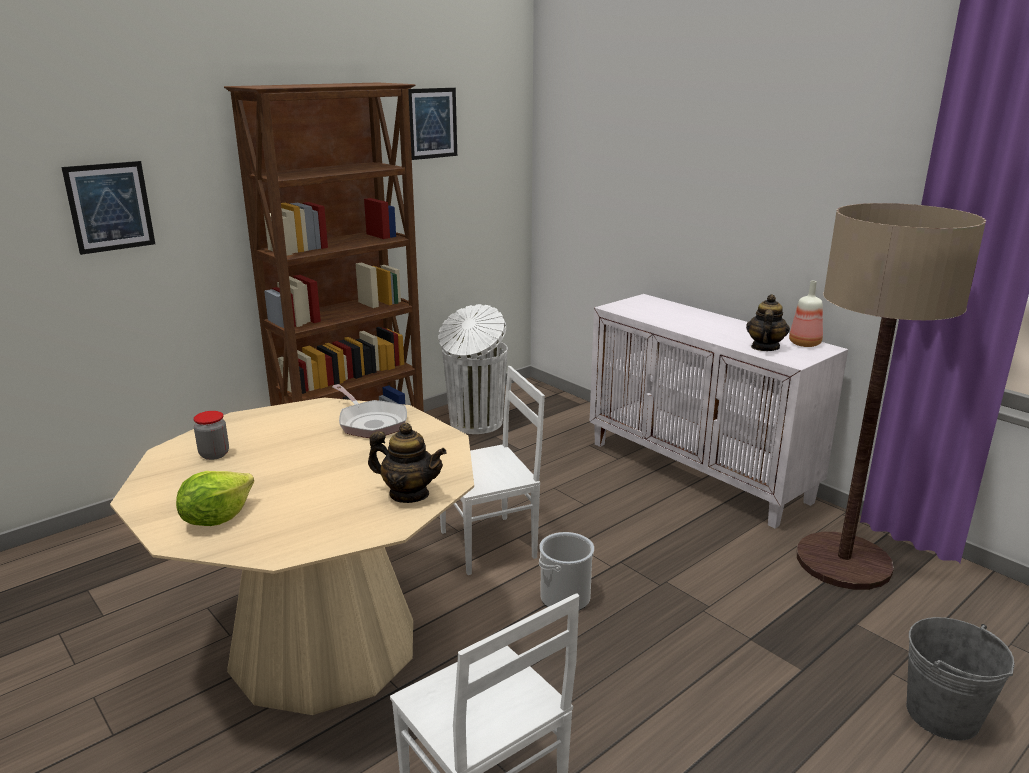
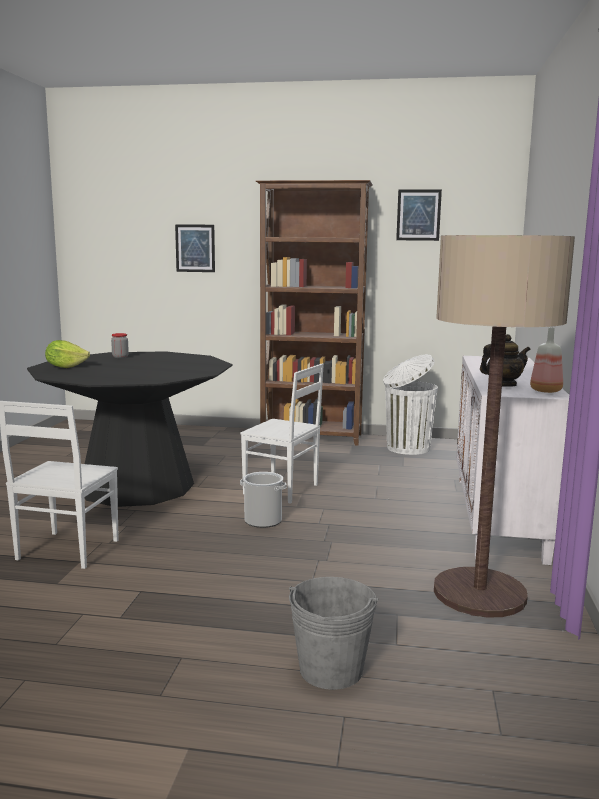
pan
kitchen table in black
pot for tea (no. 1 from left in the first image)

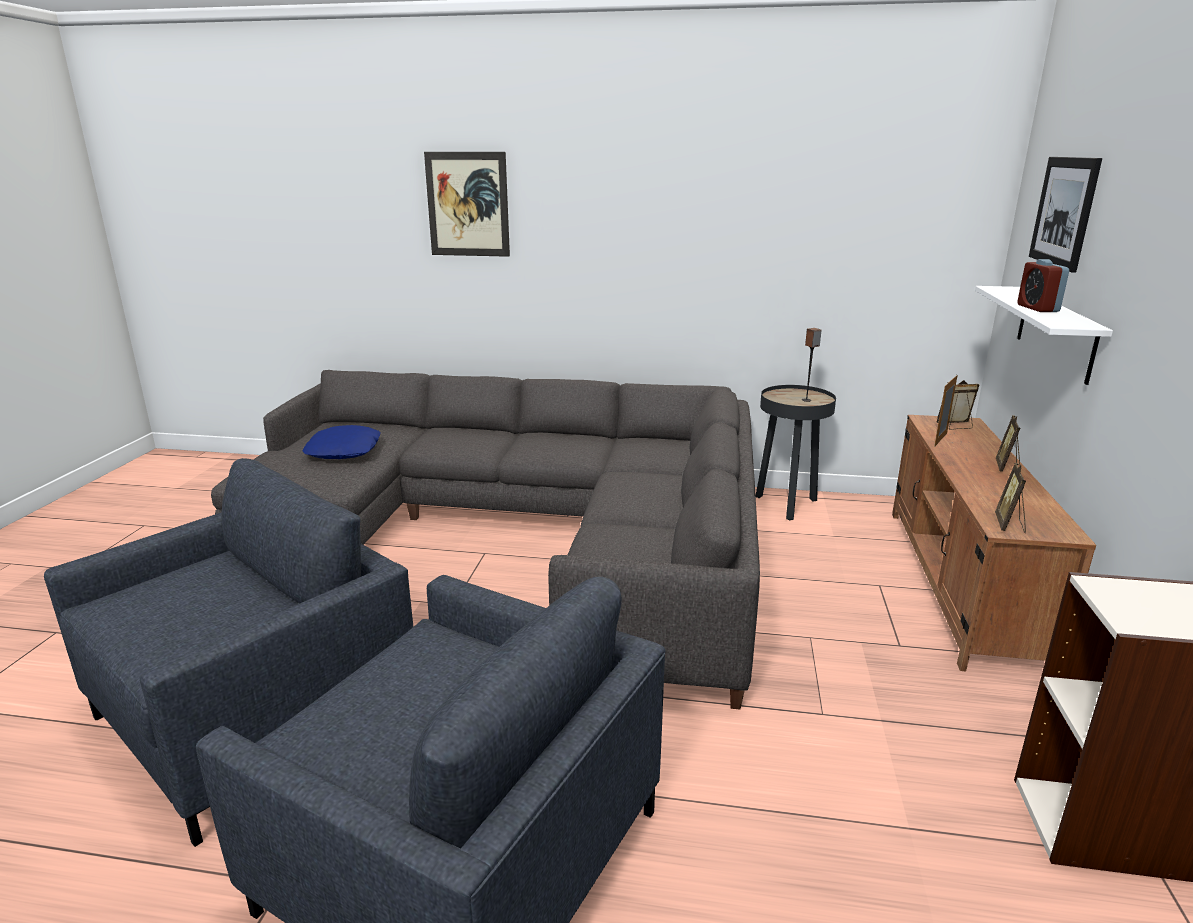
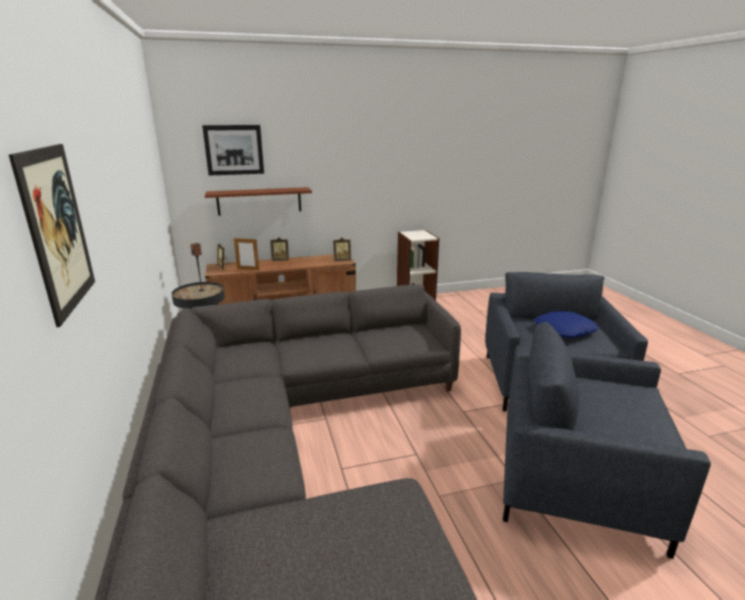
bedside clock
bracket shelf in brown-coloured
cushion in blue-coloured

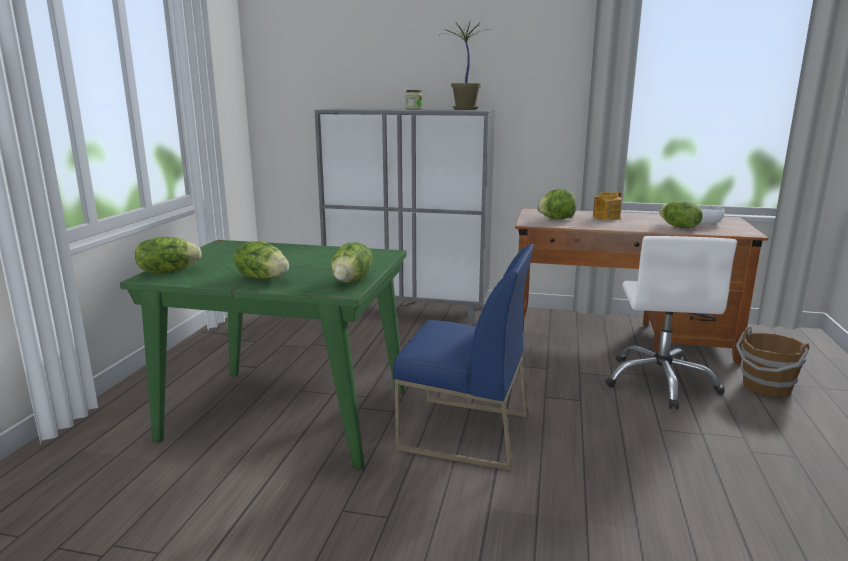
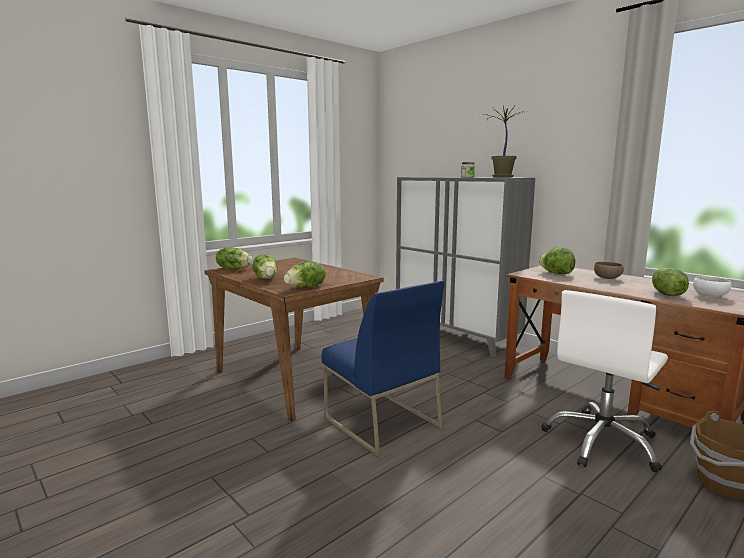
deep dish in brown-coloured
kitchen table in brown-coloured

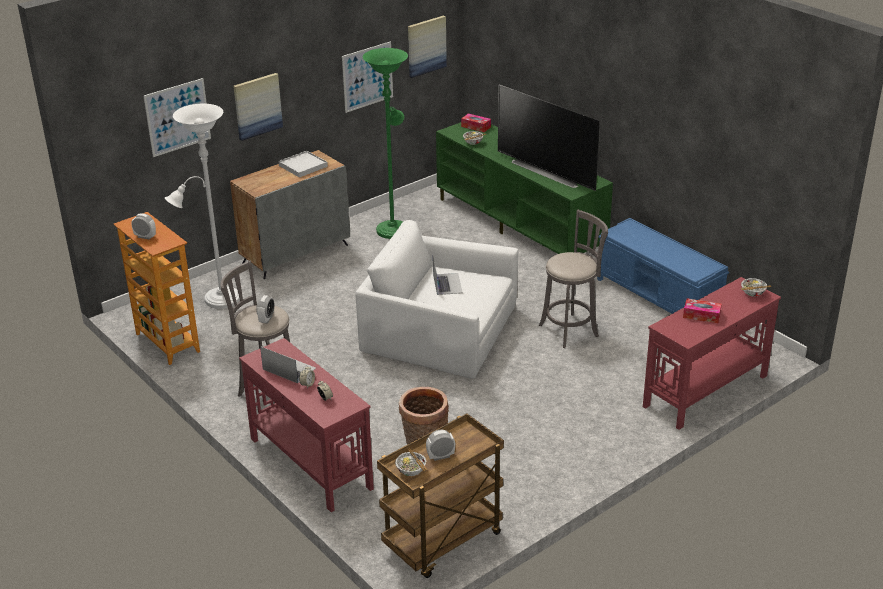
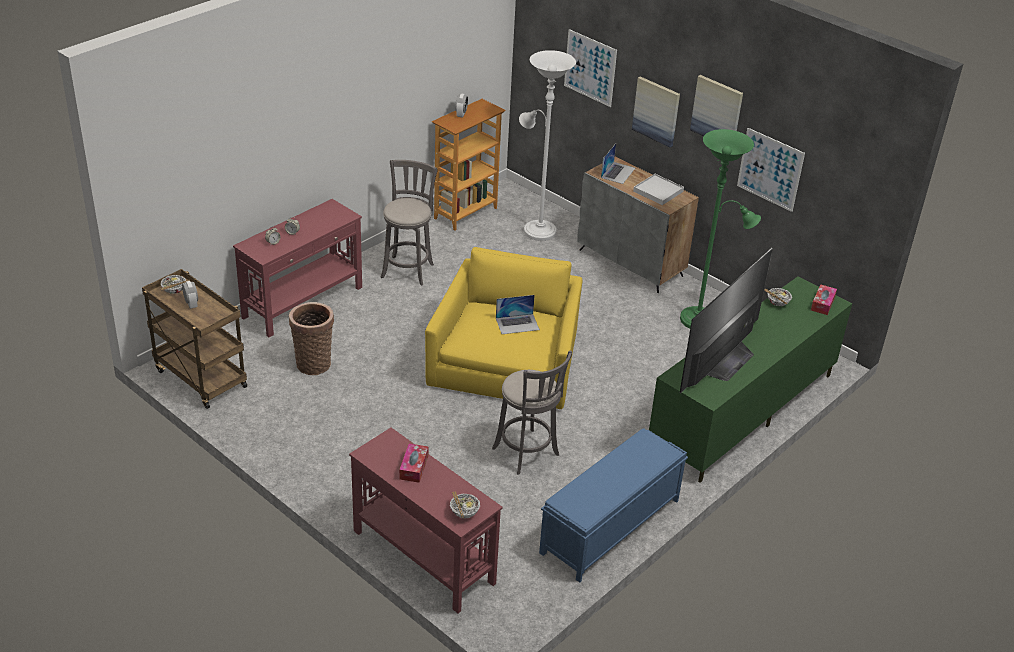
wall picture (no. 3 from left)
easy chair in yellow-coloured
bedside clock (no. 2 from left in the first image)
laptop (no. 2 from left)

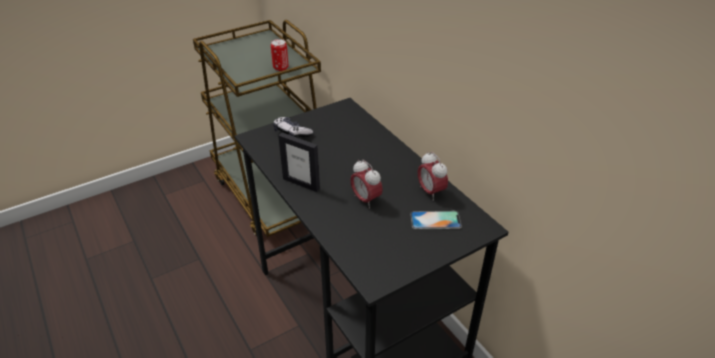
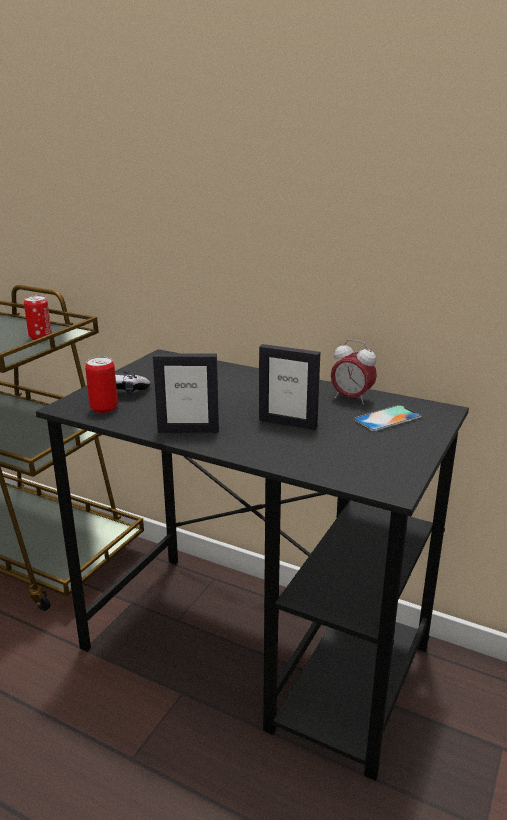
standing frame (no. 2 from left)
metal can (no. 2 from left)

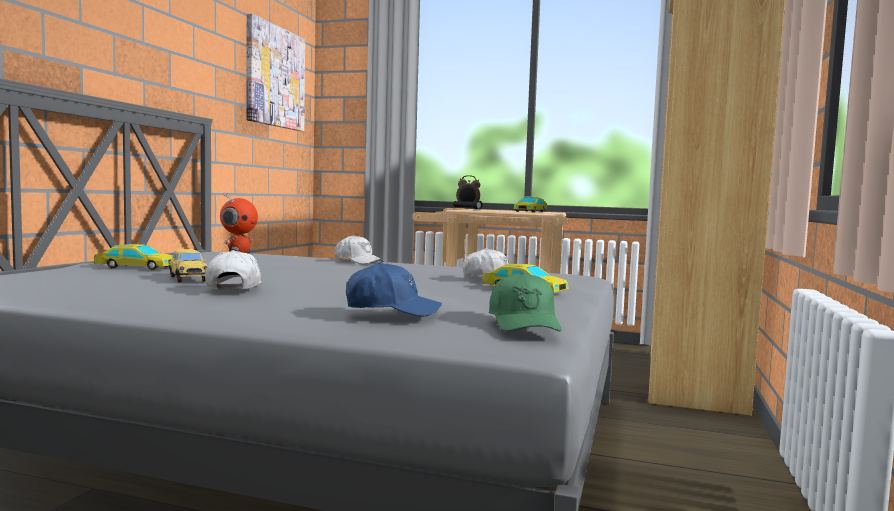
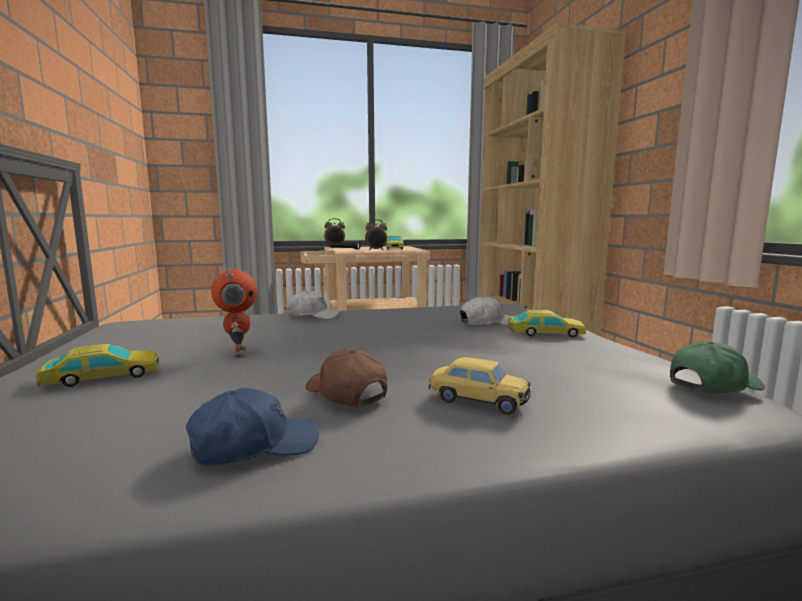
wall picture
miniature car (no. 3 from left)
baseball cap in brown-coloured
baseball cap in blue-coloured
baseball cap in green
bedside clock (no. 2 from left)

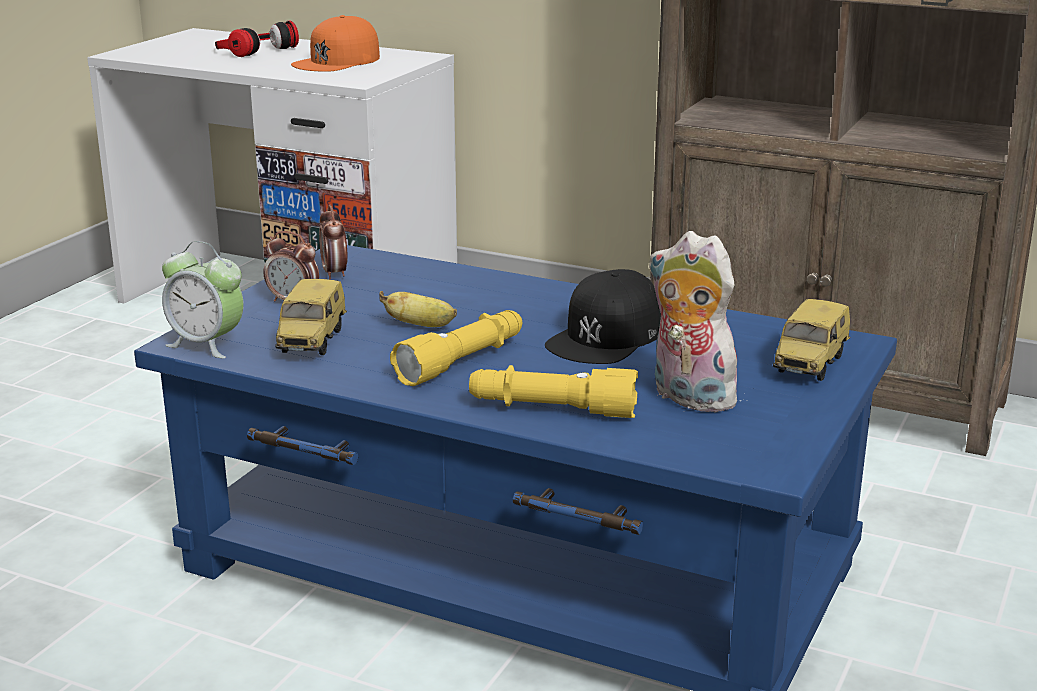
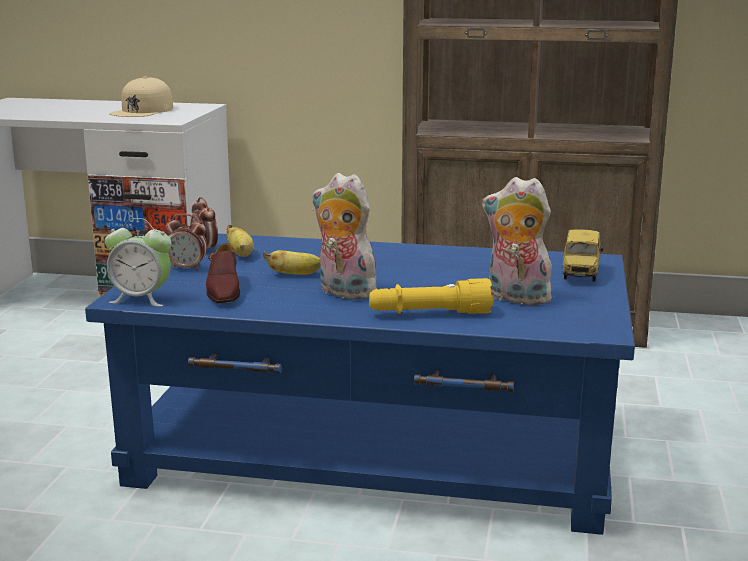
baseball cap in beige
headset
baseball cap in black
item of footwear in brown-coloured
cuddly toy (no. 1 from left)
banana fruit (no. 1 from left)

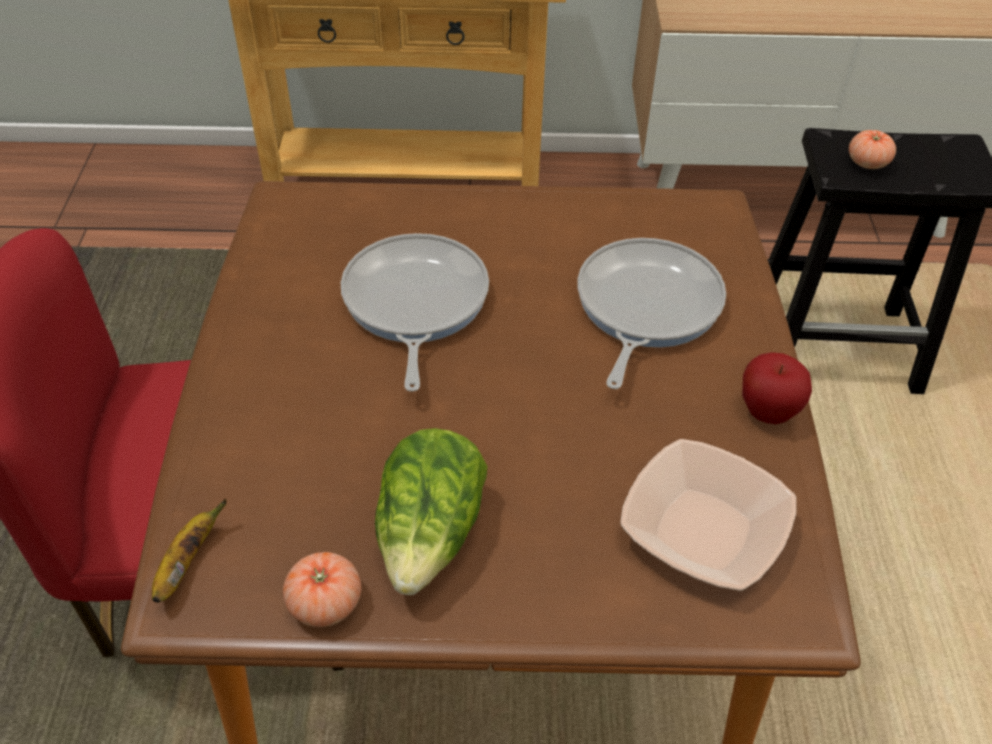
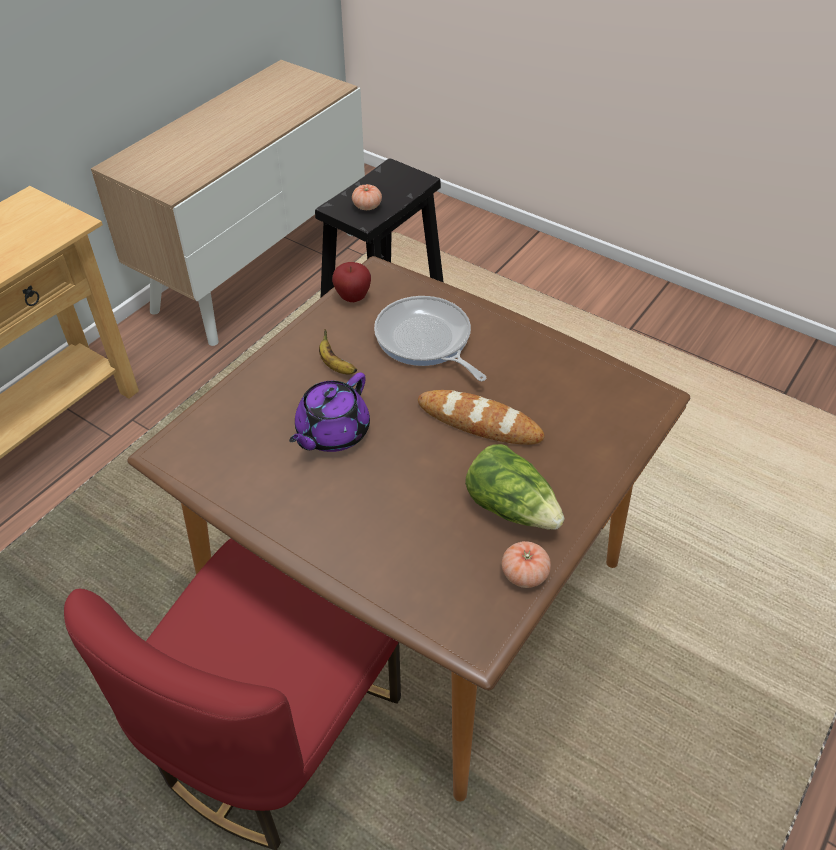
pot for tea in purple-coloured
whole apple
deep dish
banana fruit
bakery bread

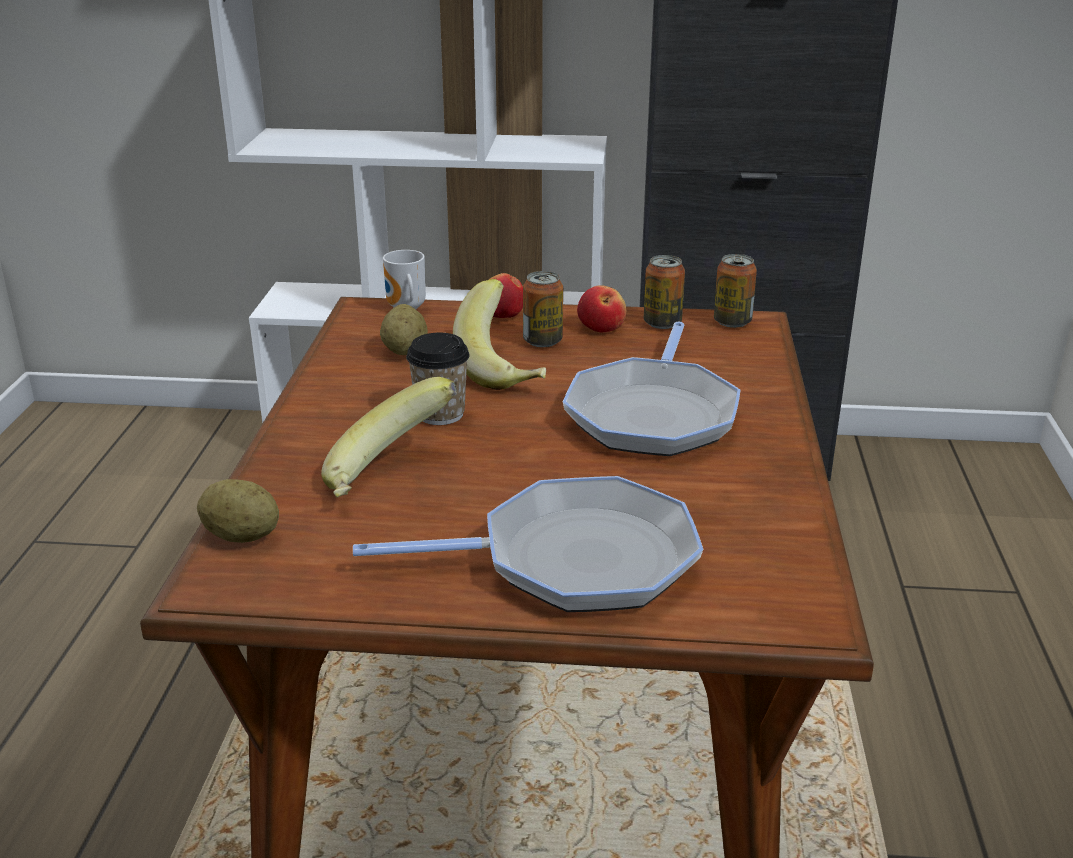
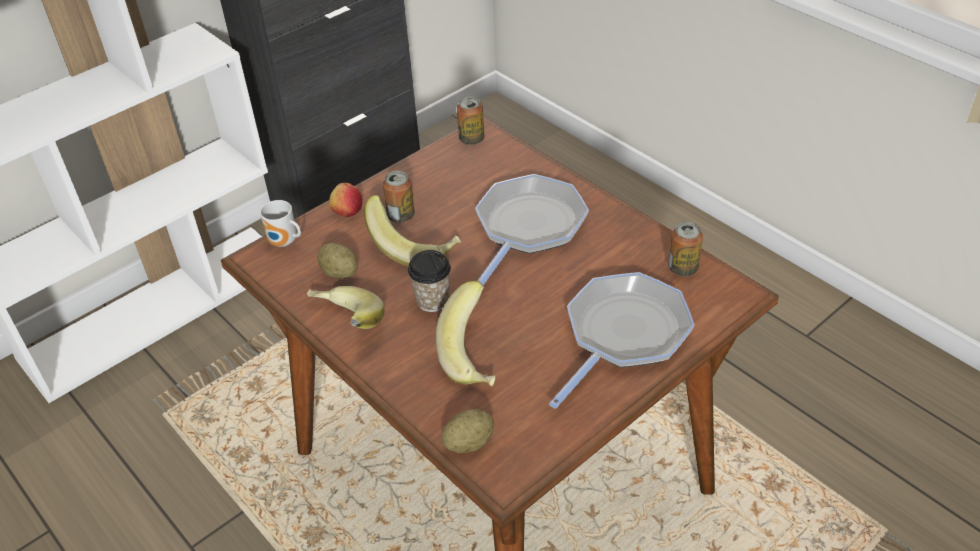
metal can (no. 3 from left)
whole apple (no. 2 from left in the first image)
pan (no. 1 from left)
banana fruit (no. 1 from left)

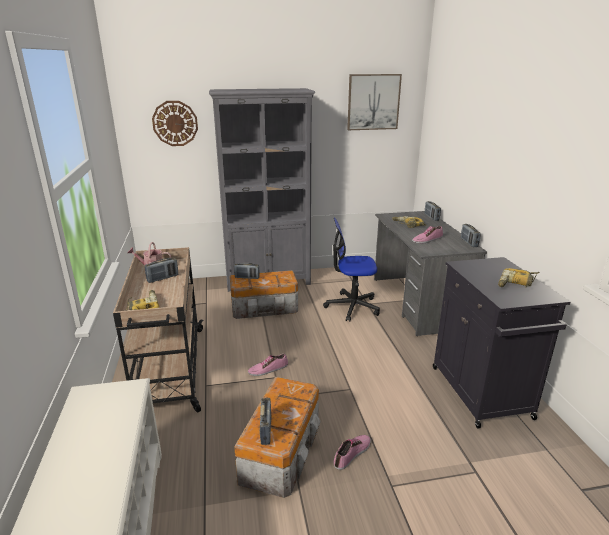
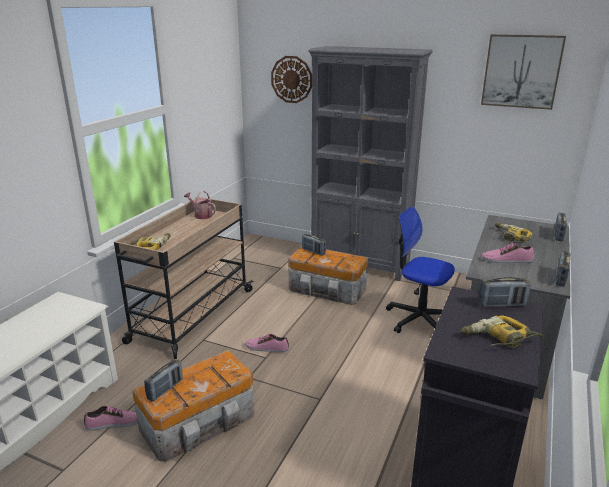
radio receiver (no. 3 from left)
item of footwear (no. 1 from left)

